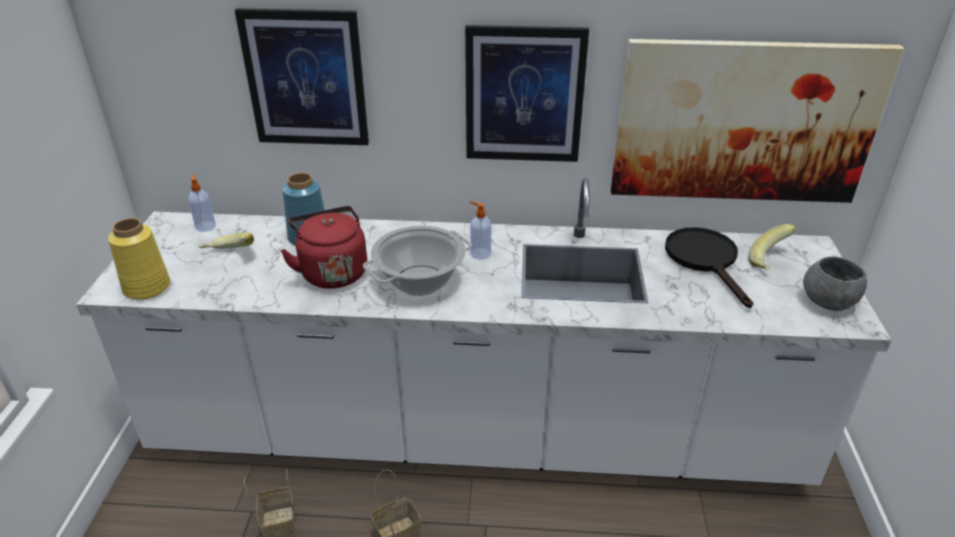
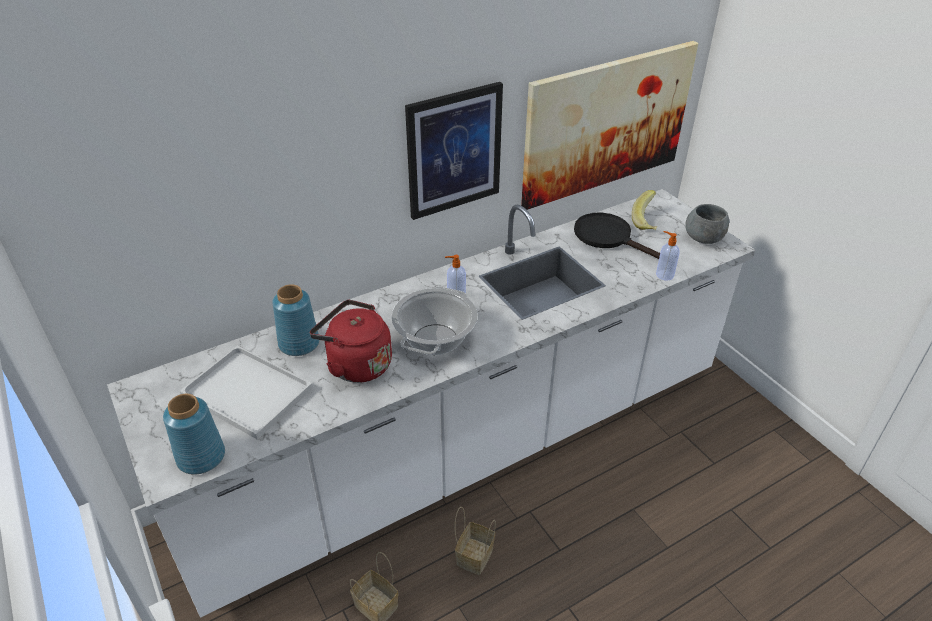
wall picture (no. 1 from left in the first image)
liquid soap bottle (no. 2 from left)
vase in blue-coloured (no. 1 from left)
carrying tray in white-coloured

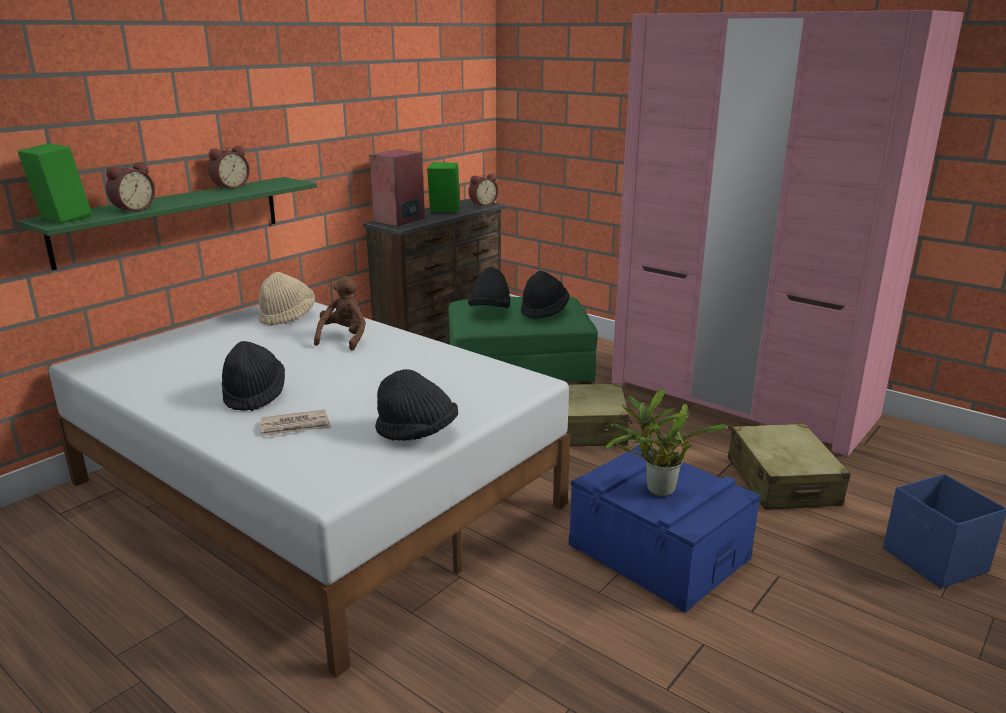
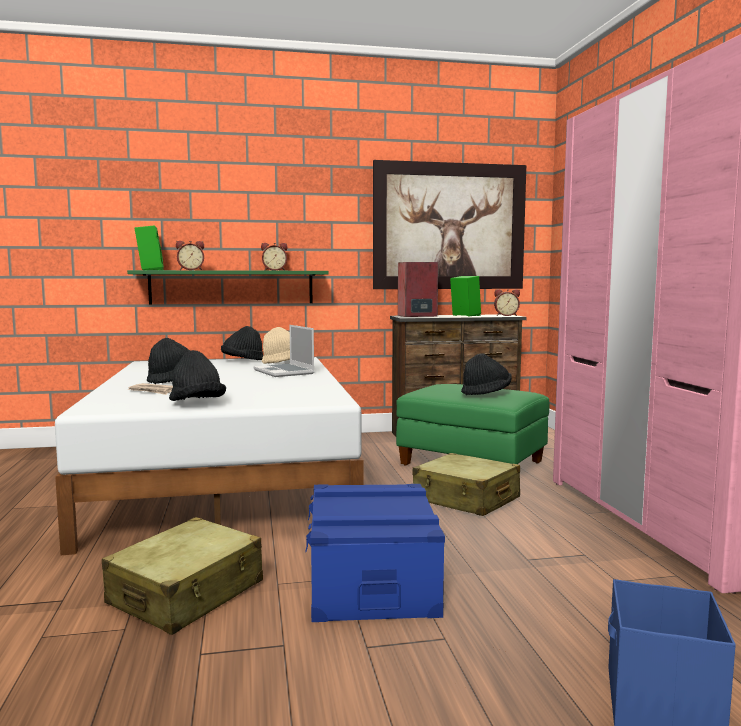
hat in black (no. 3 from left)
laptop
potted plant
suitcase in beige (no. 1 from left)
wall picture

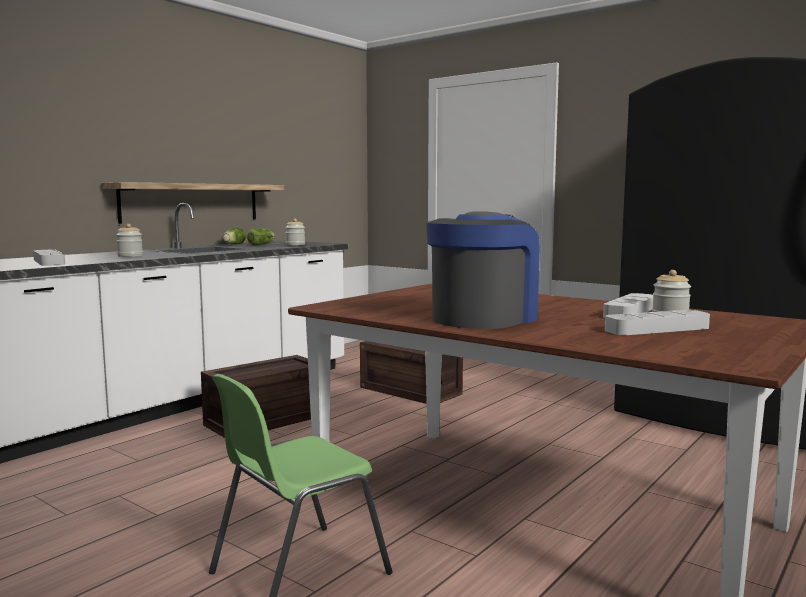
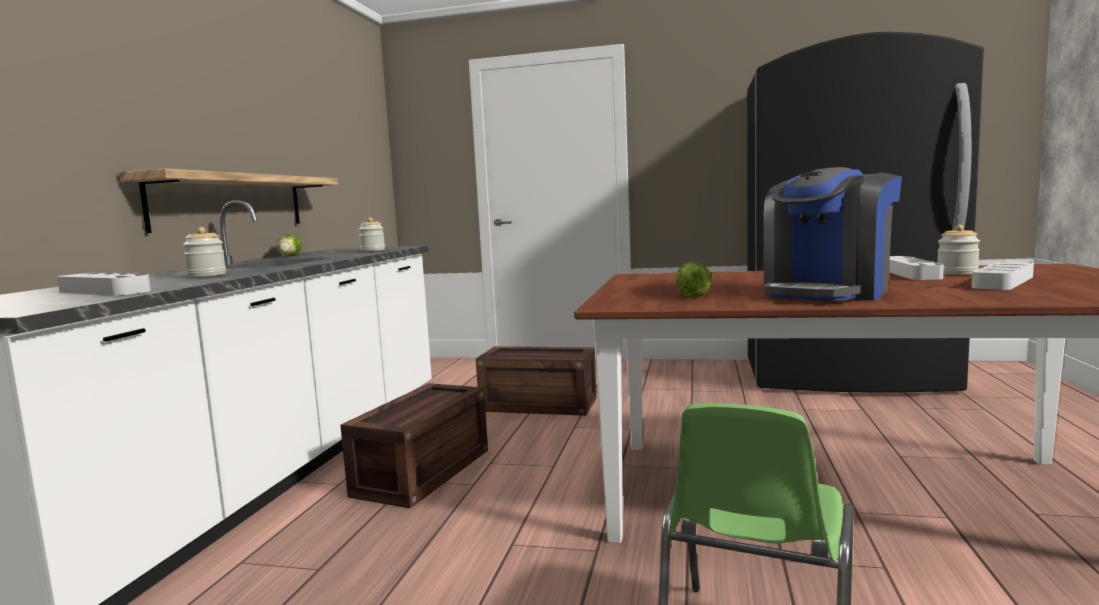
coffee brewer
lettuce (no. 2 from left)

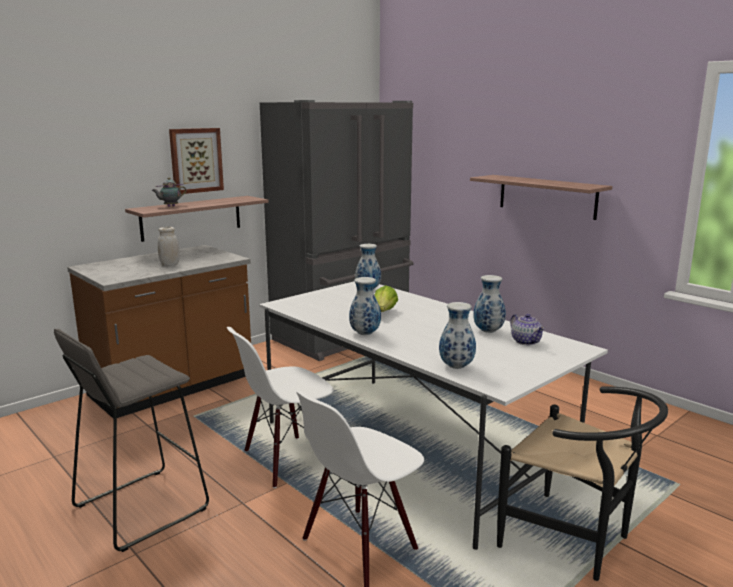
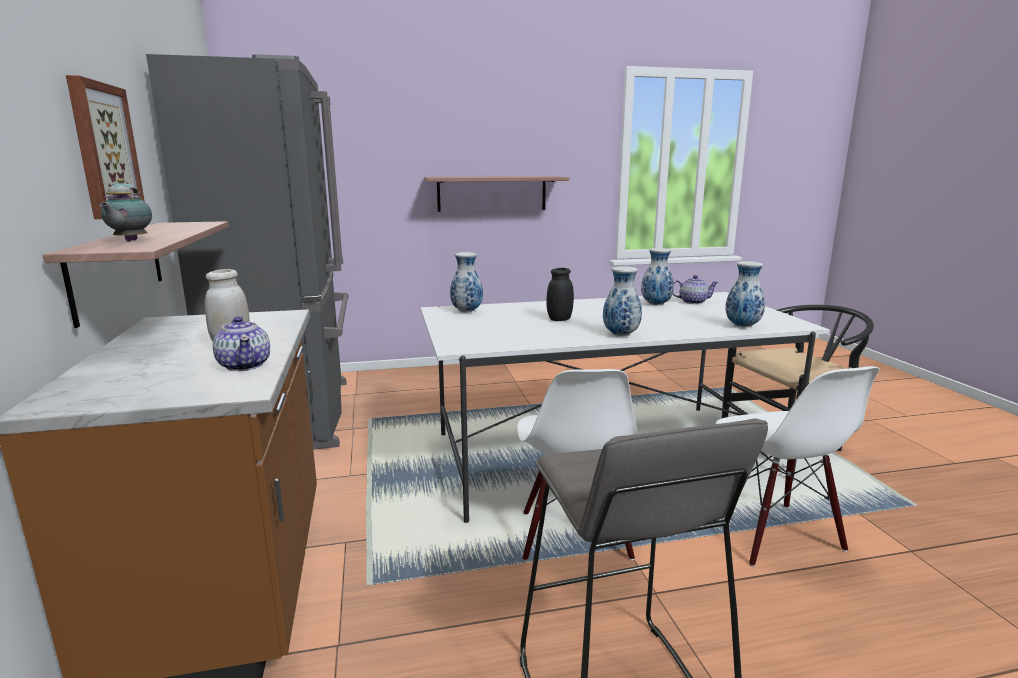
storage jar in black
pot for tea (no. 2 from left)

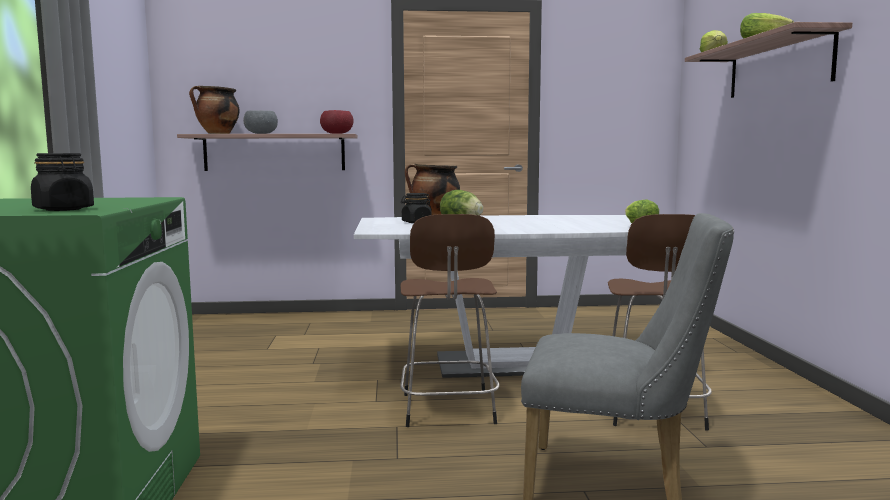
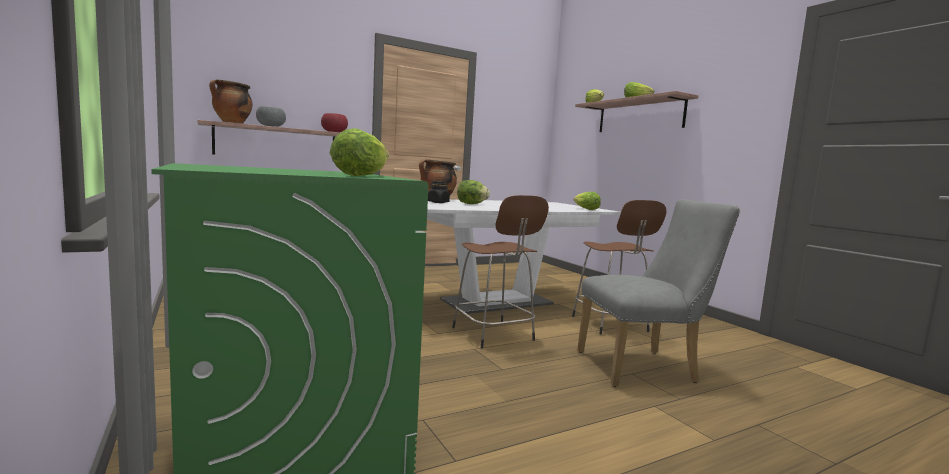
lettuce (no. 1 from left)

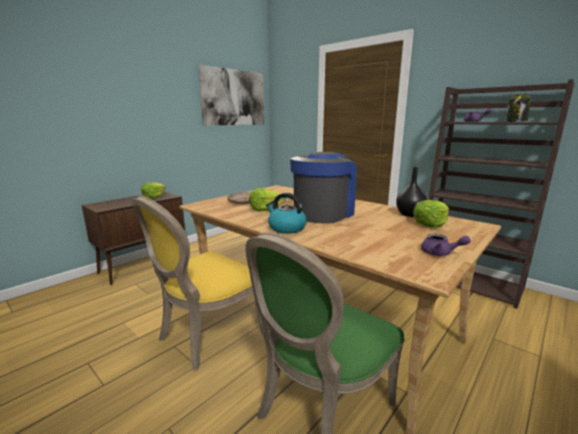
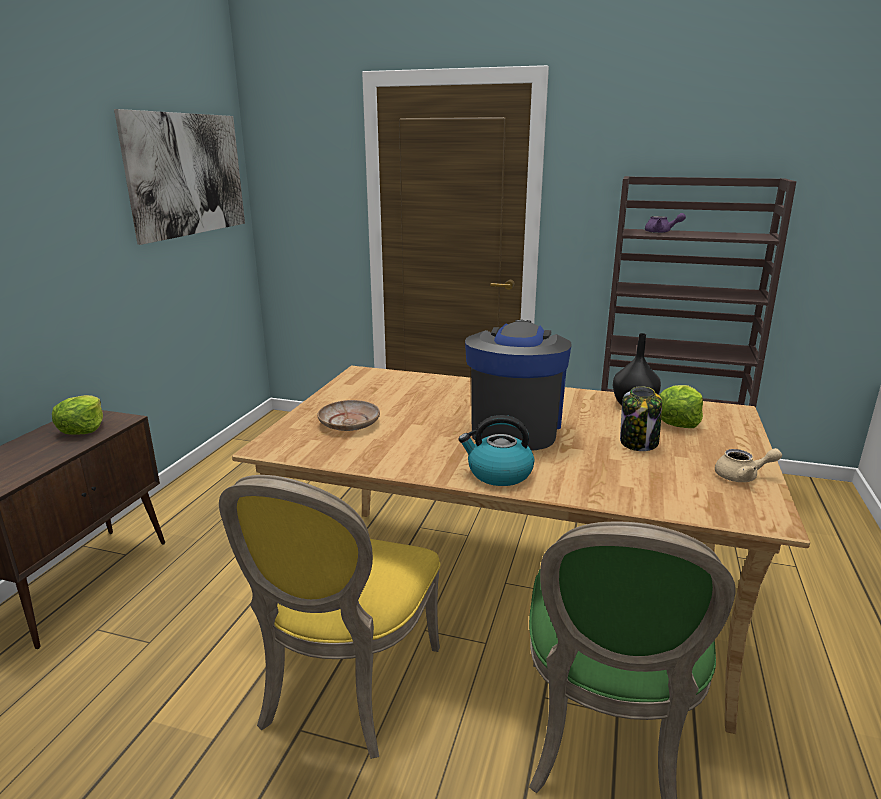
storage jar
lettuce (no. 2 from left in the first image)
pot for tea in beige

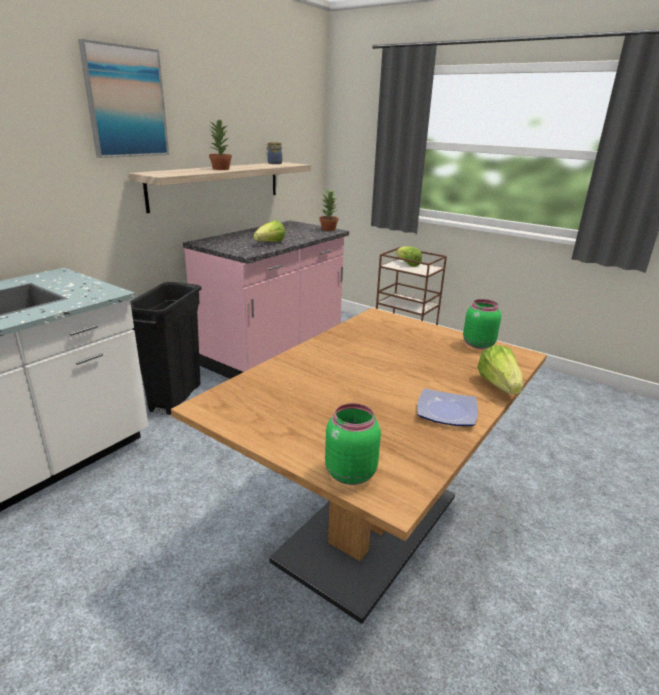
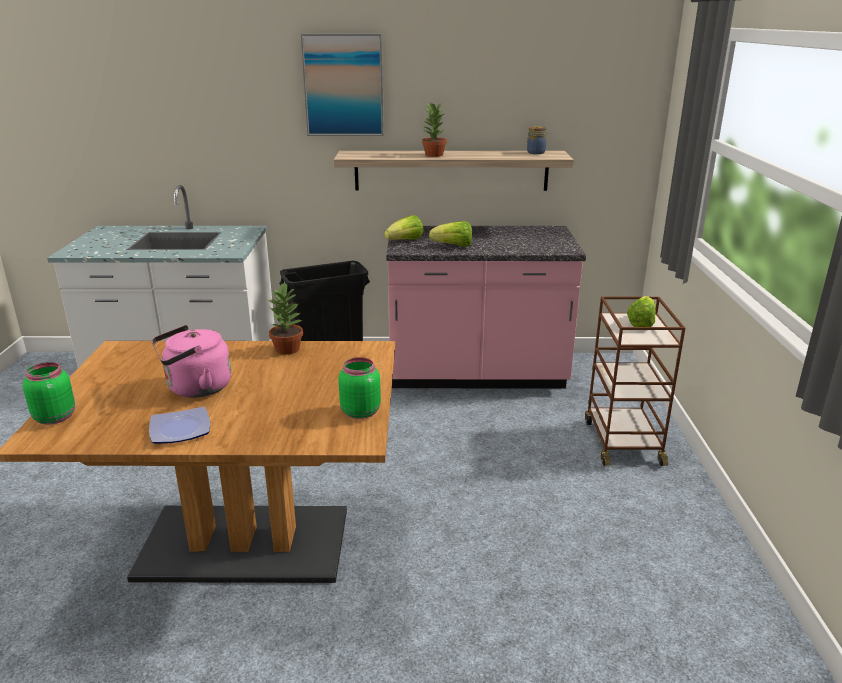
potted plant (no. 1 from left)
lettuce (no. 1 from left)
tea kettle in pinkish

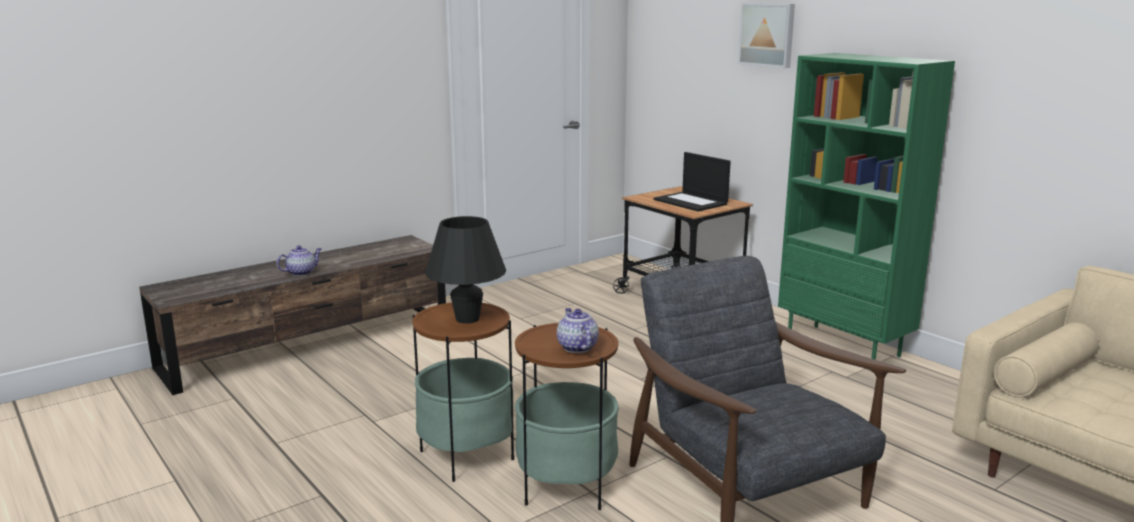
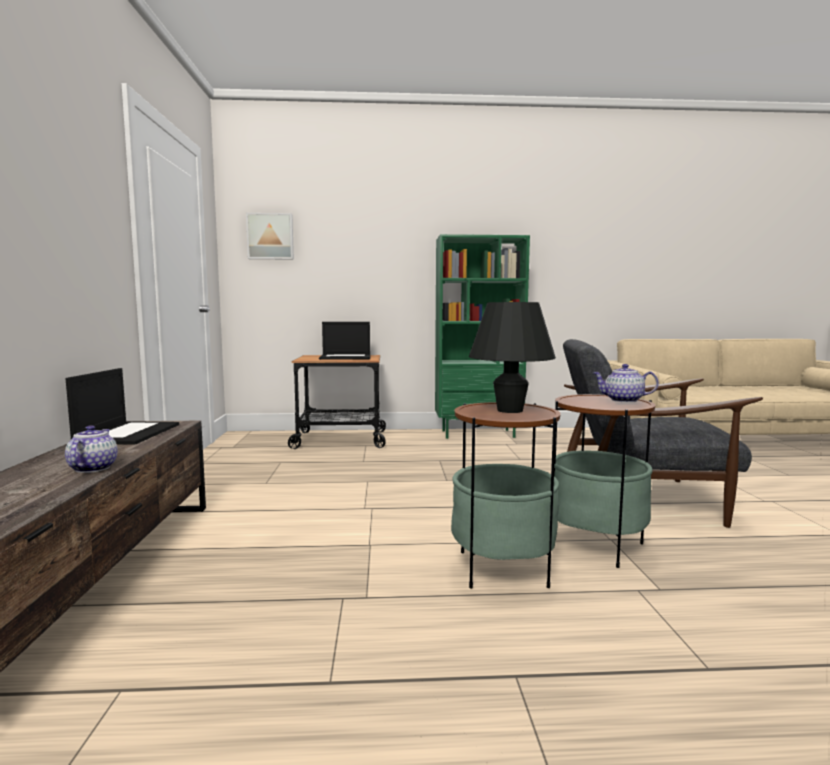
wall picture
laptop (no. 1 from left)

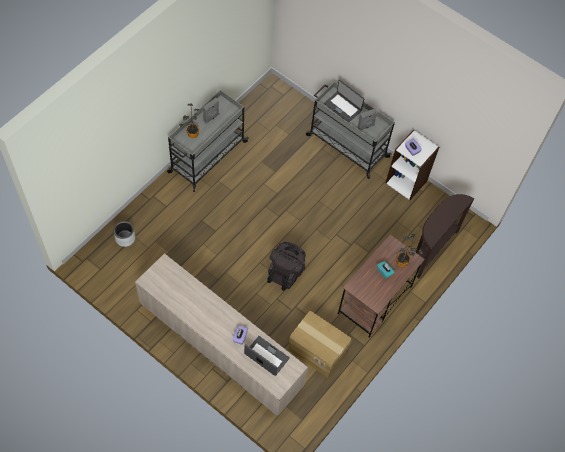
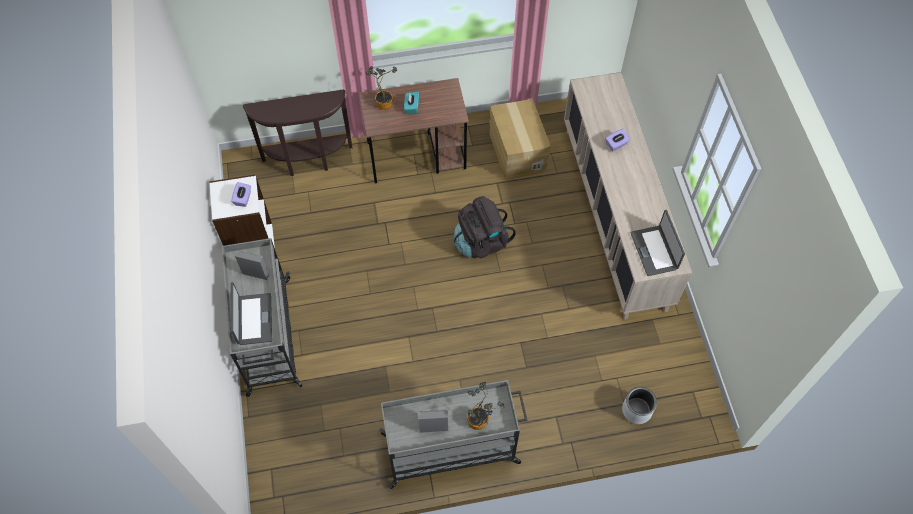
laptop (no. 2 from left)

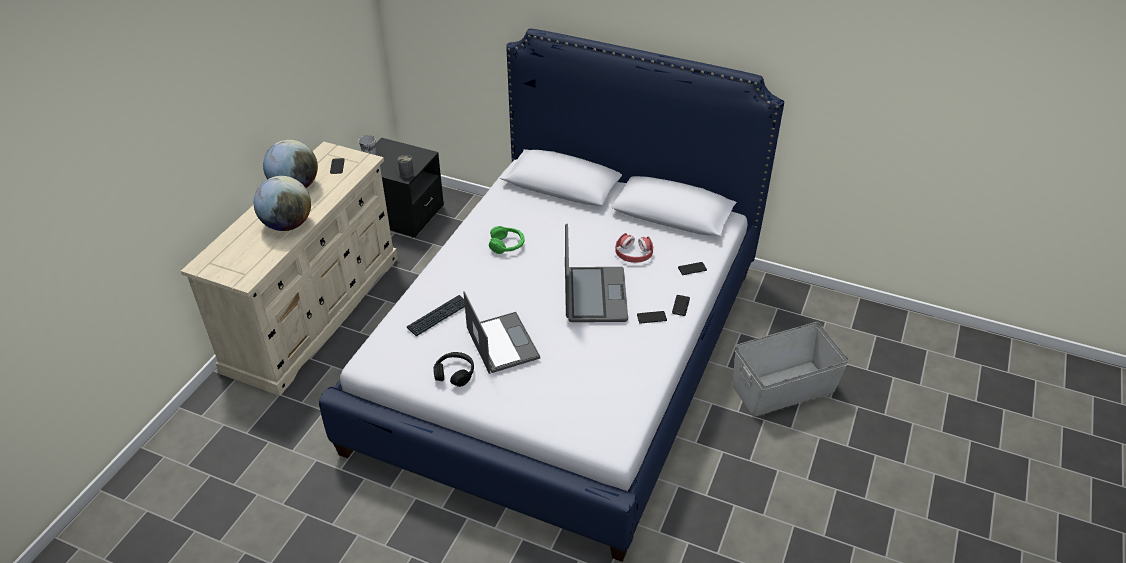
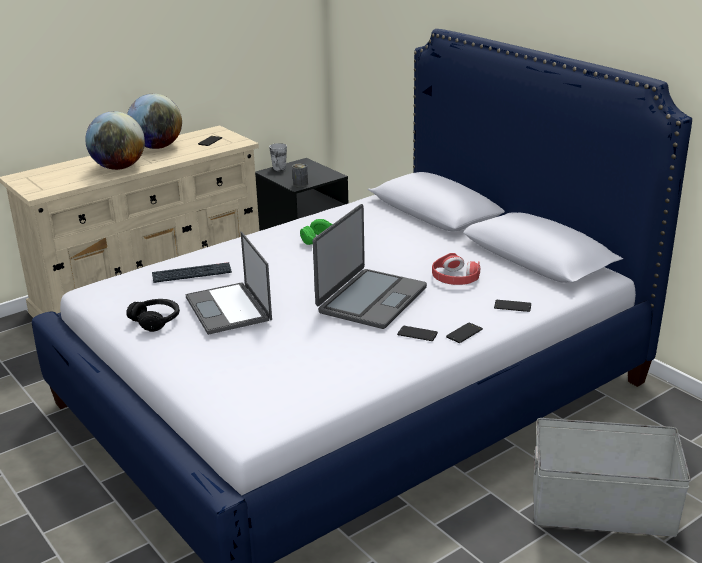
laptop (no. 1 from left)

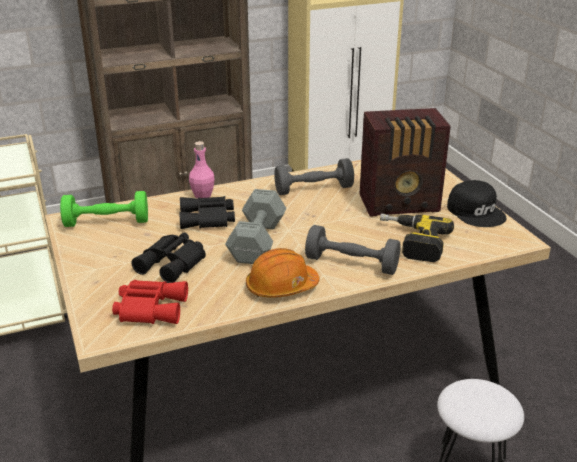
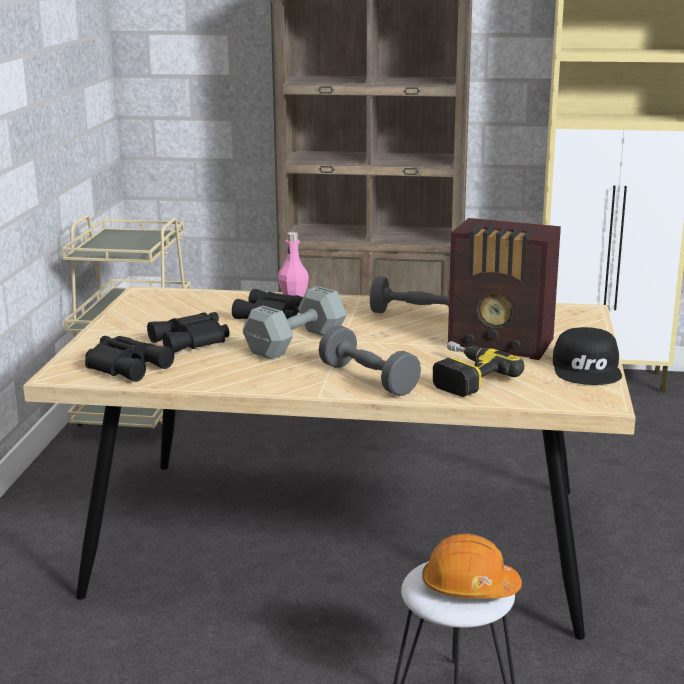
free weight in green
safety helmet in orangey
binoculars in black (no. 1 from left)

